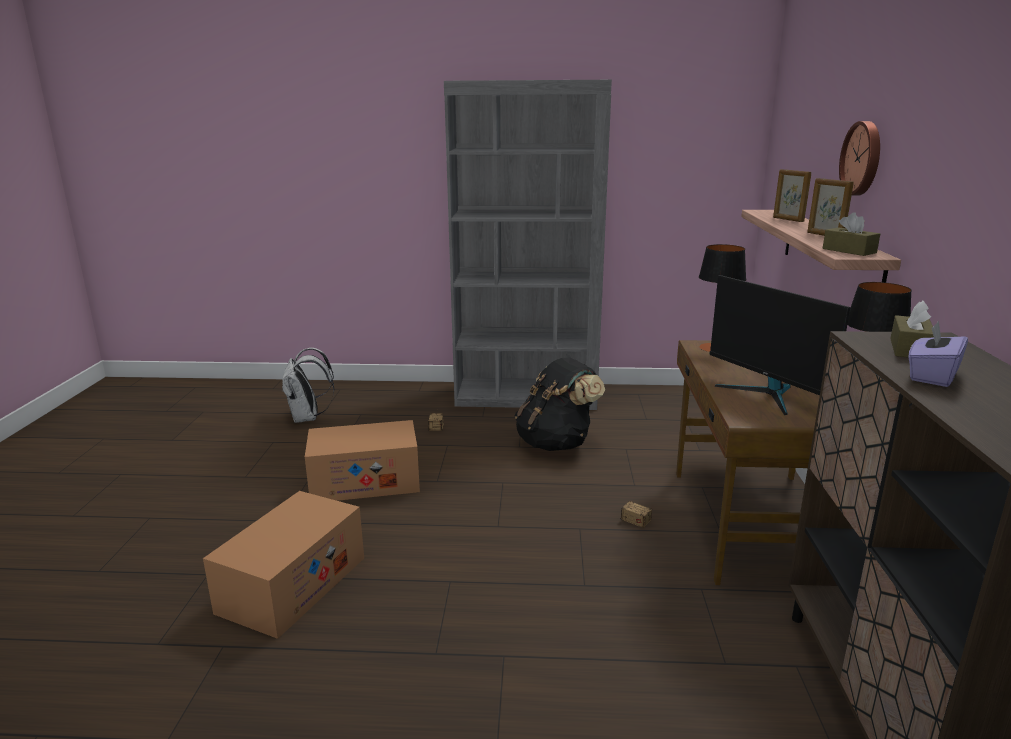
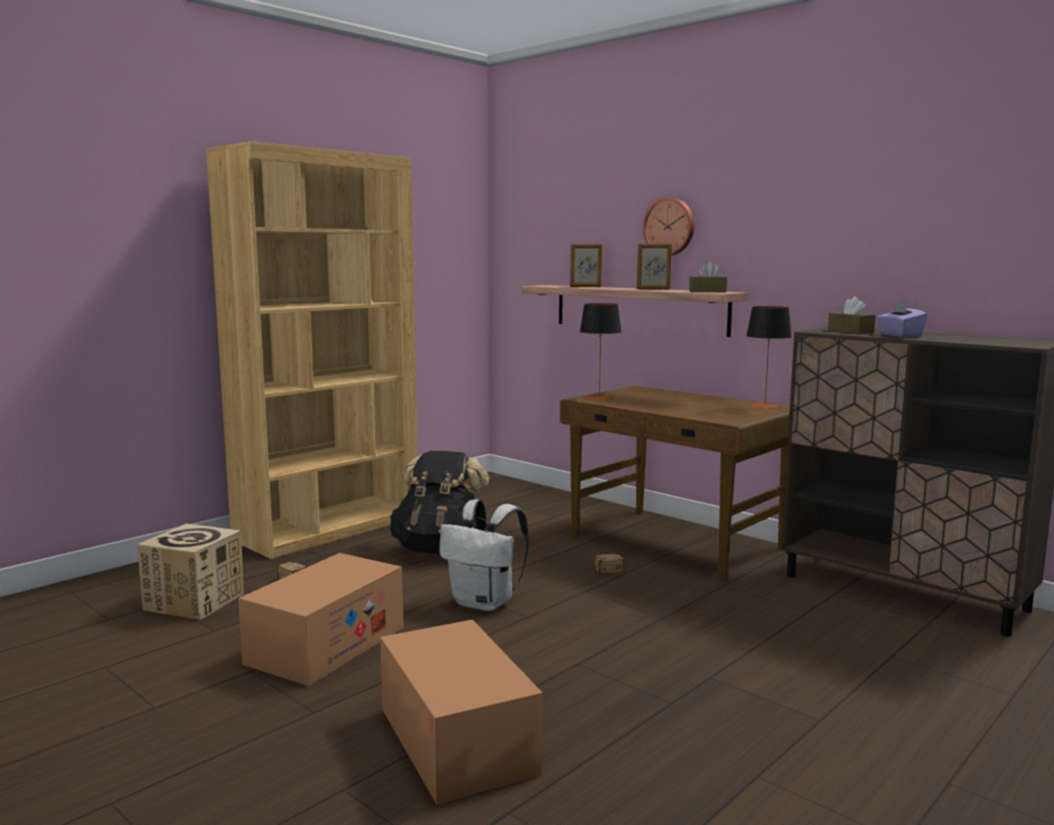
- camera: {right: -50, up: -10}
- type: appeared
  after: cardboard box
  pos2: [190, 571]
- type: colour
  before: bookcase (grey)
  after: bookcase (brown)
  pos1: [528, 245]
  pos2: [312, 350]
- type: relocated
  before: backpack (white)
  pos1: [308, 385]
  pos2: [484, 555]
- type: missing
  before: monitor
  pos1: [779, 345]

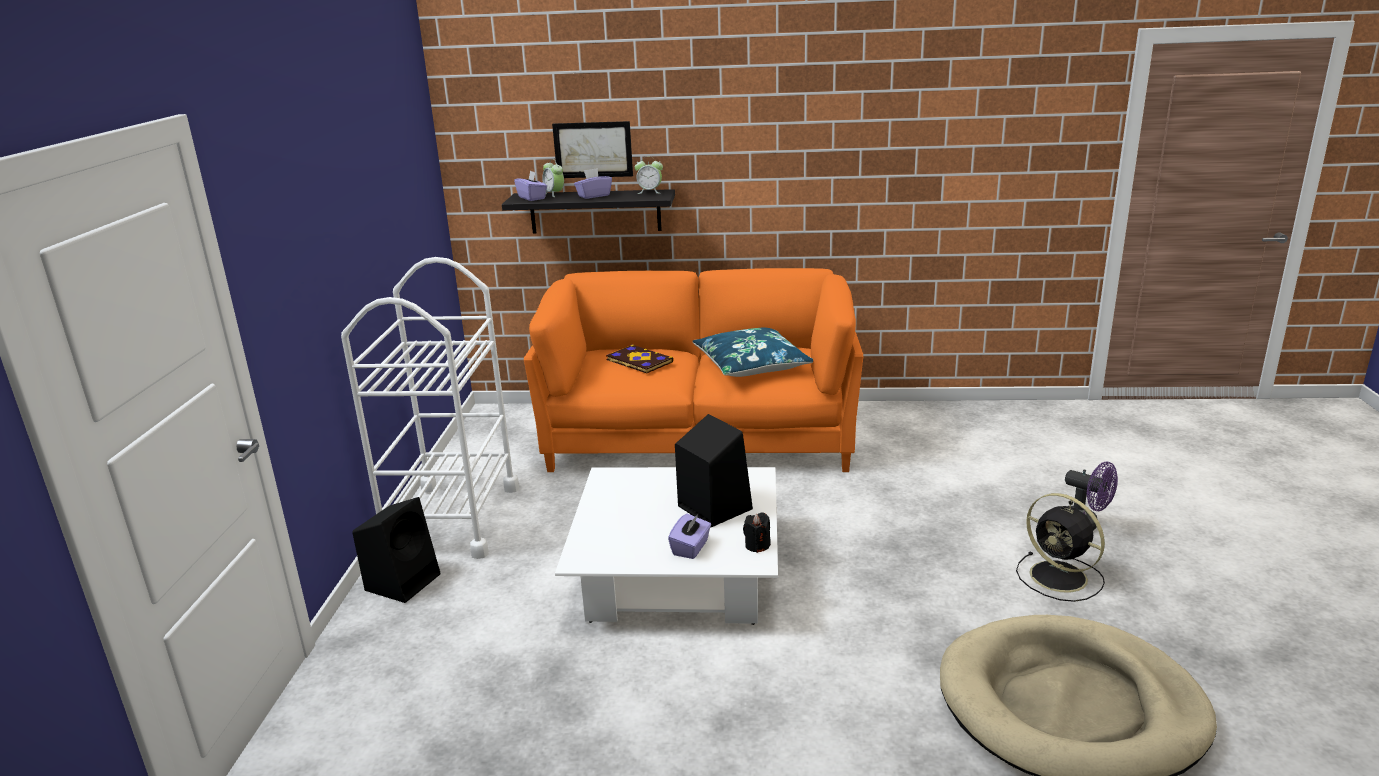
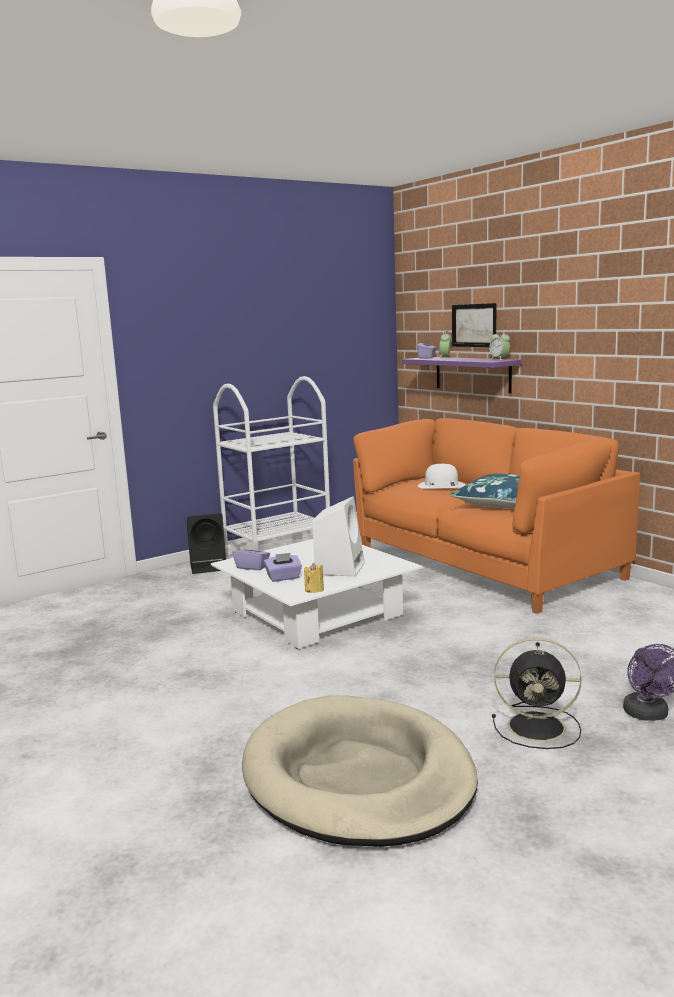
- camera: {right: 50, up: -10}
- type: relocated
  before: tissue box (purple)
  pos1: [593, 183]
  pos2: [251, 555]
- type: colour
  before: candle (black)
  after: candle (yellow)
  pos1: [757, 532]
  pos2: [314, 578]
- type: colour
  before: speaker (black)
  after: speaker (white)
  pos1: [714, 471]
  pos2: [338, 536]
- type: colour
  before: shelf (black)
  after: shelf (purple)
  pos1: [588, 211]
  pos2: [461, 375]
- type: exchanged
  before: book
  after: hat (white)
  pos1: [640, 359]
  pos2: [441, 476]
- type: spun
  before: fan (black)
  pos1: [1060, 547]
  pos2: [537, 693]
  turn: -90

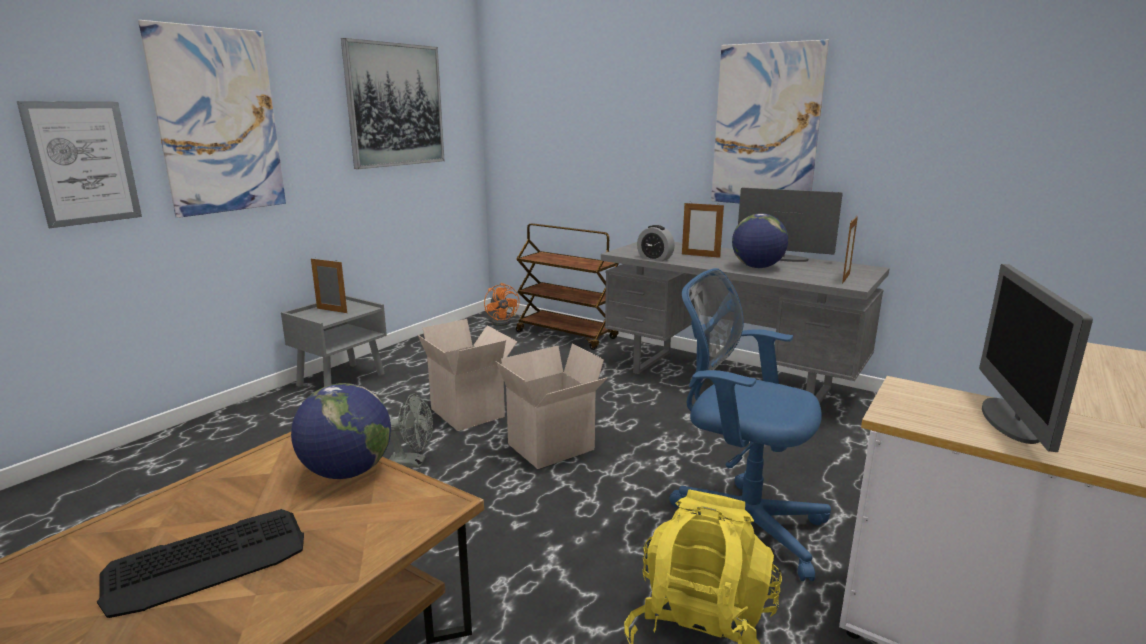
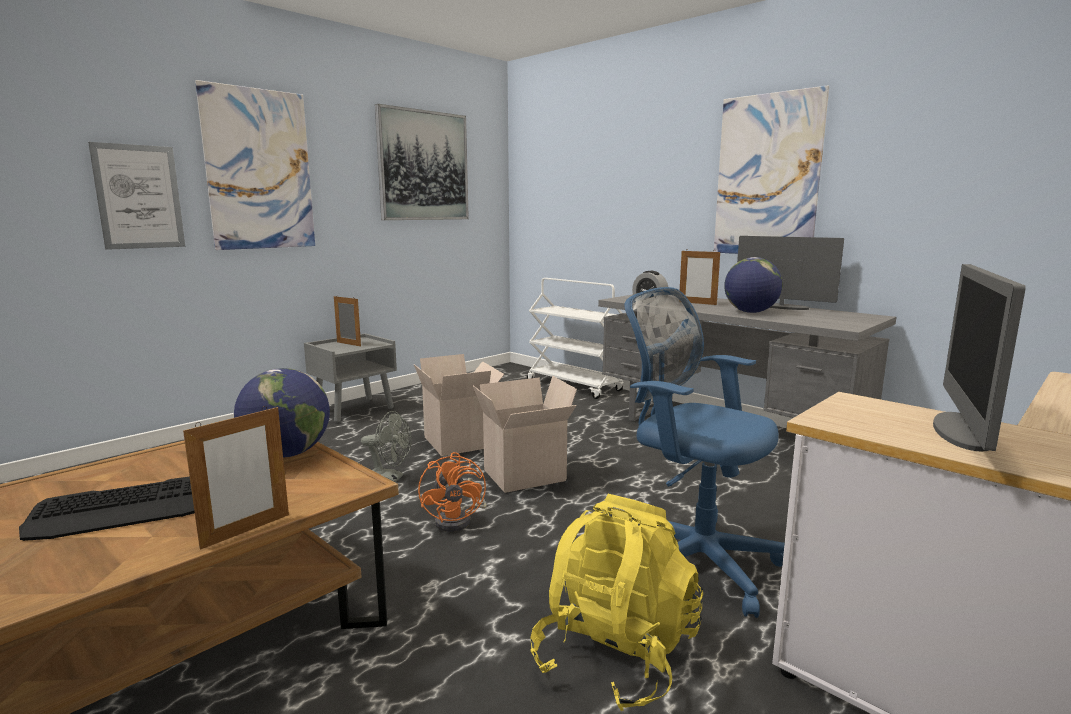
- camera: {right: 10, up: -5}
- type: relocated
  before: picture frame
  pos1: [850, 250]
  pos2: [236, 478]
- type: relocated
  before: fan (orange)
  pos1: [501, 304]
  pos2: [452, 492]
- type: colour
  before: cart (brown)
  after: cart (white)
  pos1: [567, 286]
  pos2: [575, 338]

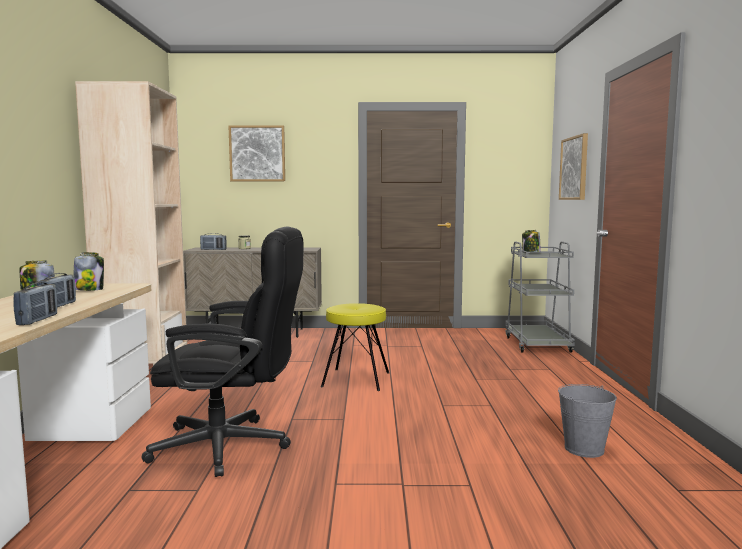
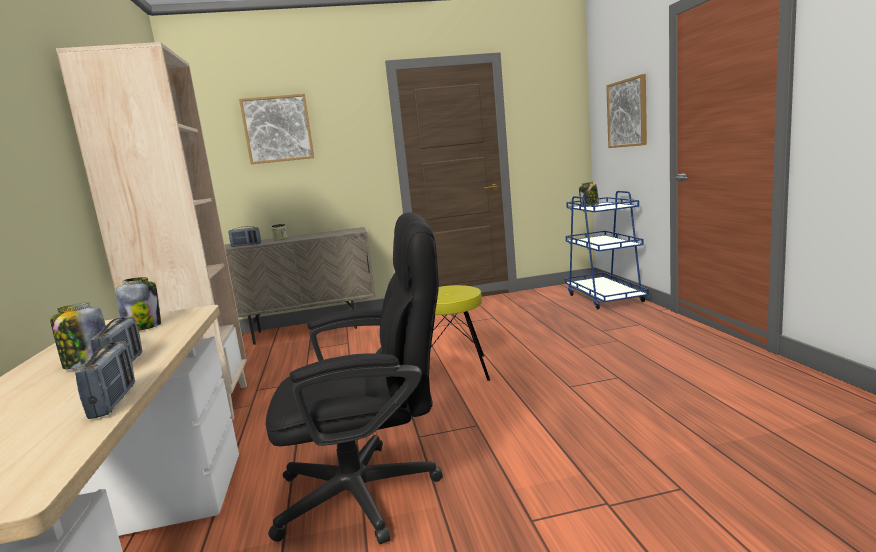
- camera: {right: -10, up: 5}
- type: colour
  before: cart (grey)
  after: cart (blue)
  pos1: [540, 297]
  pos2: [607, 250]
- type: missing
  before: bucket (grey)
  pos1: [587, 421]

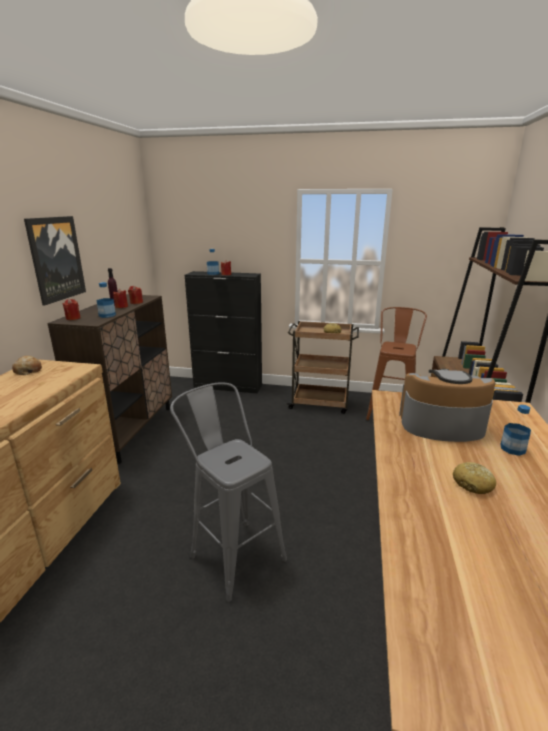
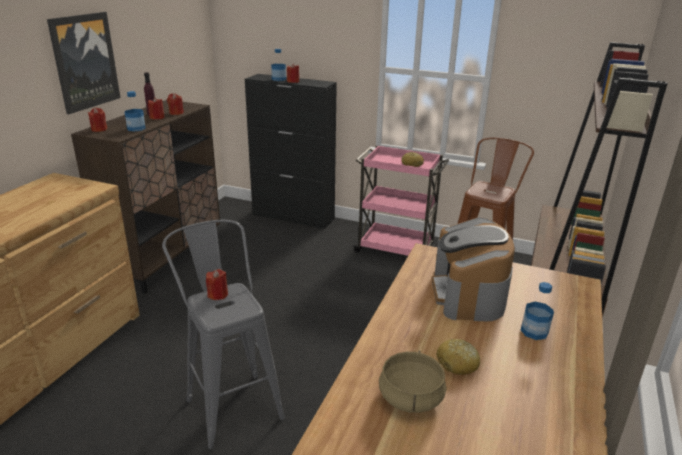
- camera: {right: 10, up: 5}
- type: appeared
  after: candle (red)
  pos2: [217, 284]
- type: colour
  before: cart (brown)
  after: cart (pink)
  pos1: [322, 367]
  pos2: [400, 200]
- type: appeared
  after: cooking pot (beige)
  pos2: [412, 382]
- type: spun
  before: coffee machine
  pos1: [447, 405]
  pos2: [473, 269]
  turn: -105
- type: missing
  before: bread
  pos1: [27, 365]

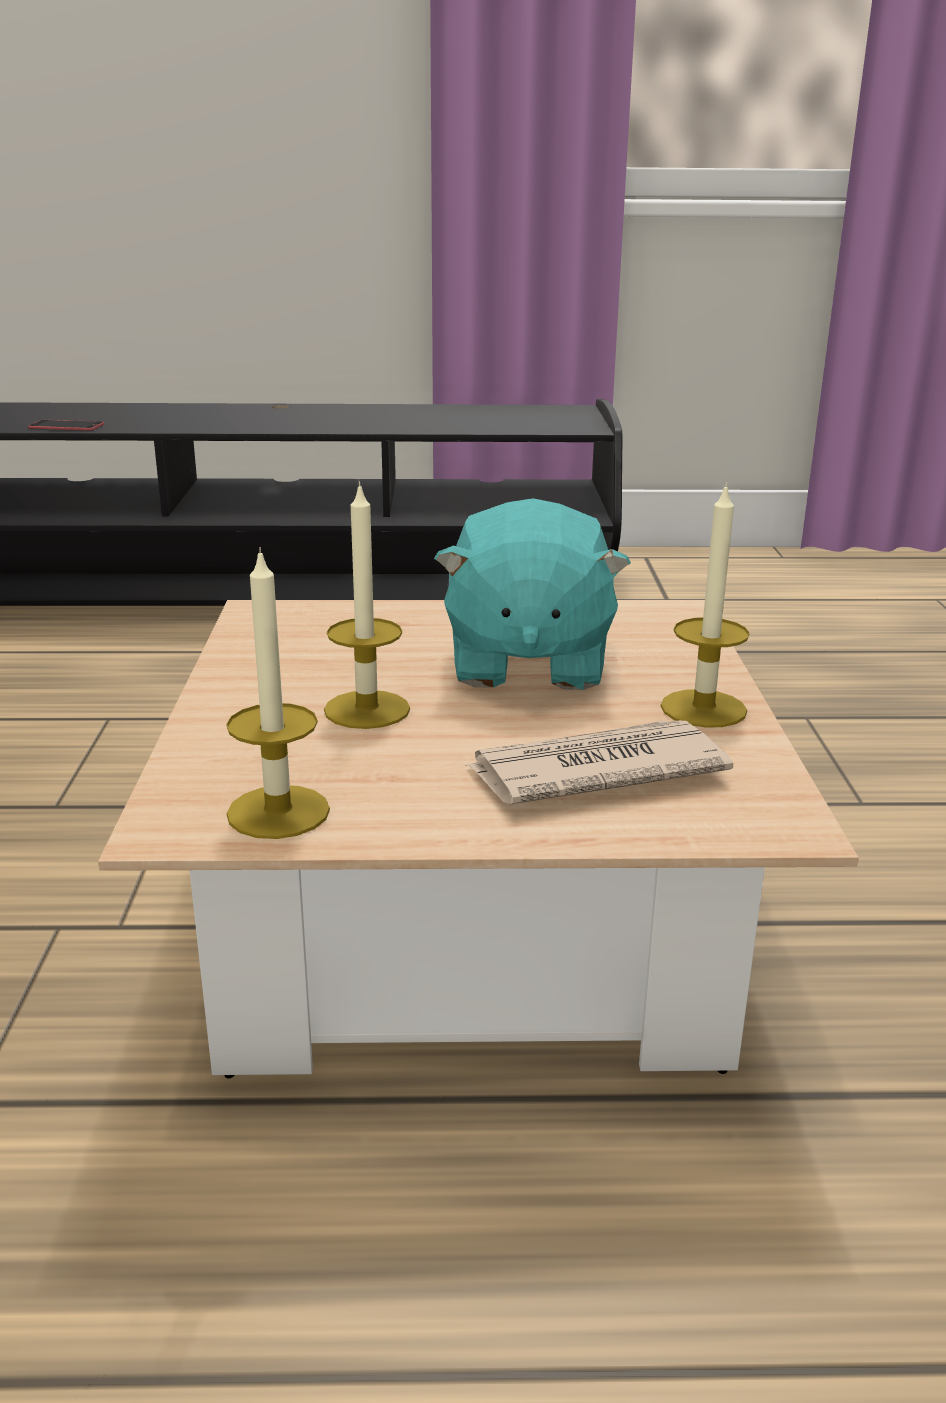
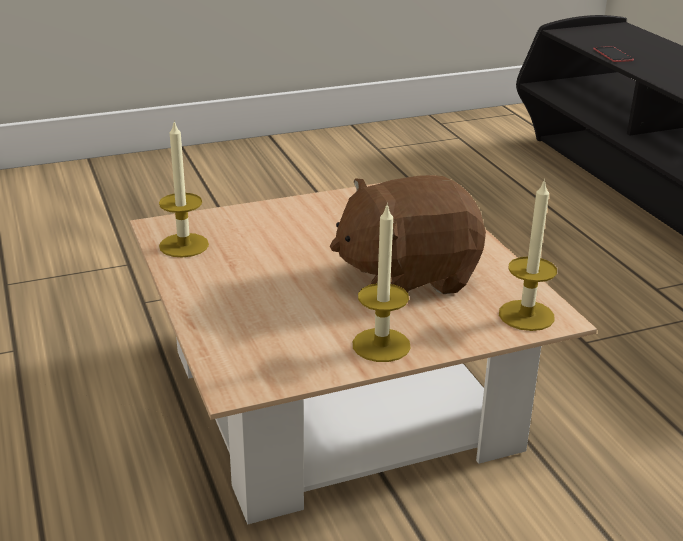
- camera: {right: 70, up: 5}
- type: colour
  before: plush toy (turquoise)
  after: plush toy (brown)
  pos1: [532, 594]
  pos2: [408, 234]
- type: relocated
  before: candle
  pos1: [367, 605]
  pos2: [528, 254]
- type: missing
  before: newspaper
  pos1: [599, 762]

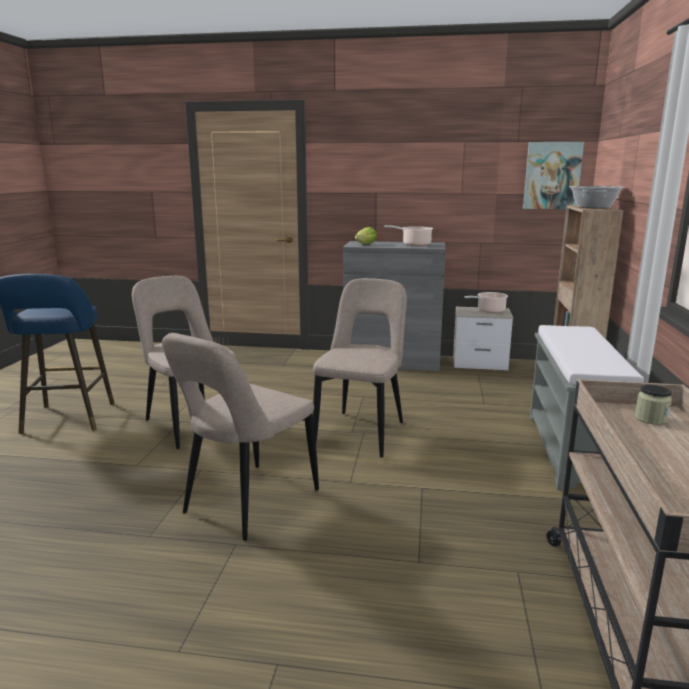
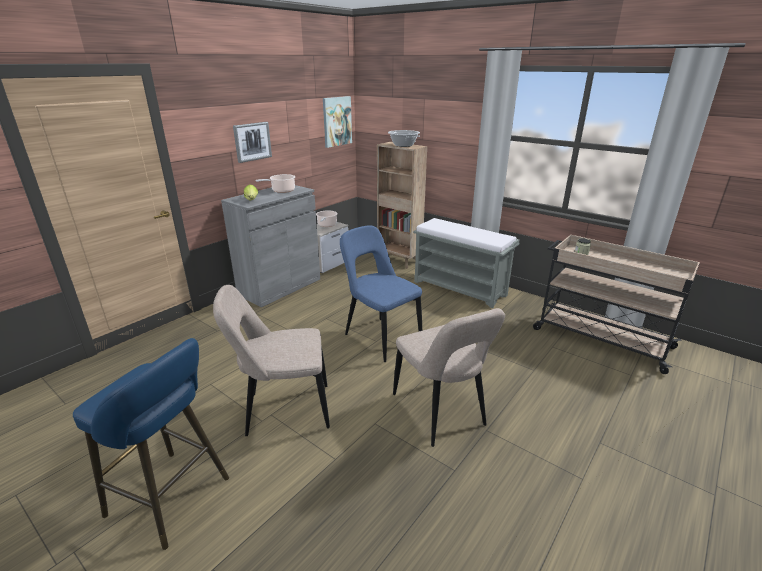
- camera: {right: -60, up: 10}
- type: appeared
  after: picture
  pos2: [252, 142]
- type: colour
  before: chair (beige)
  after: chair (blue)
  pos1: [360, 368]
  pos2: [381, 293]

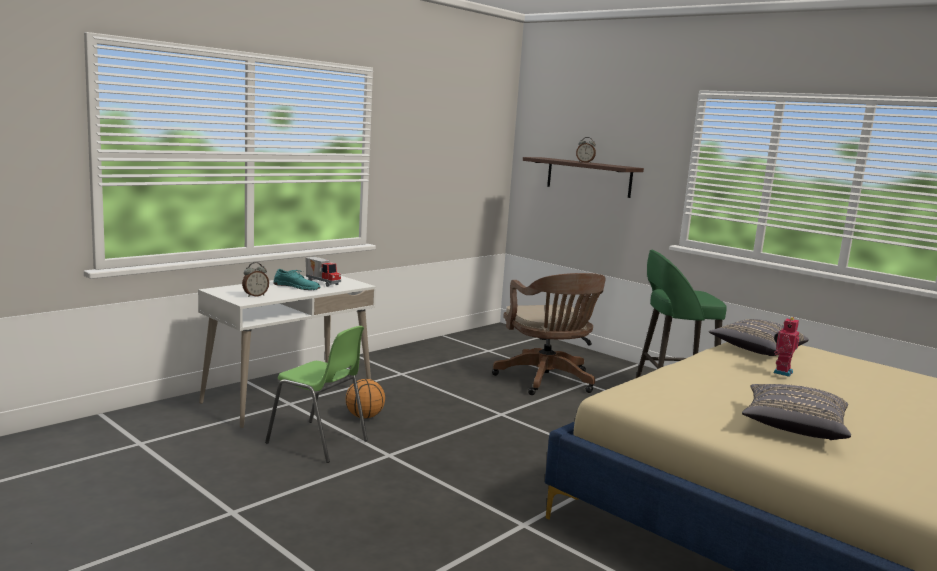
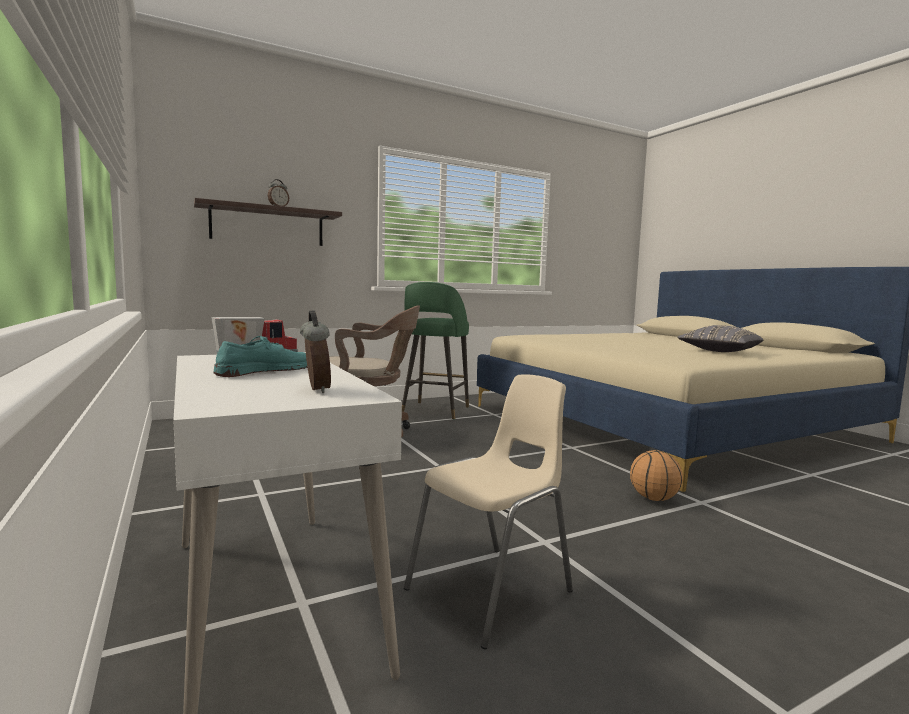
- camera: {right: -70, up: -5}
- type: colour
  before: chair (green)
  after: chair (beige)
  pos1: [316, 394]
  pos2: [488, 511]
- type: relocated
  before: basketball
  pos1: [365, 399]
  pos2: [656, 475]
- type: missing
  before: pillow (grey)
  pos1: [759, 337]
- type: missing
  before: toy robot
  pos1: [786, 347]

